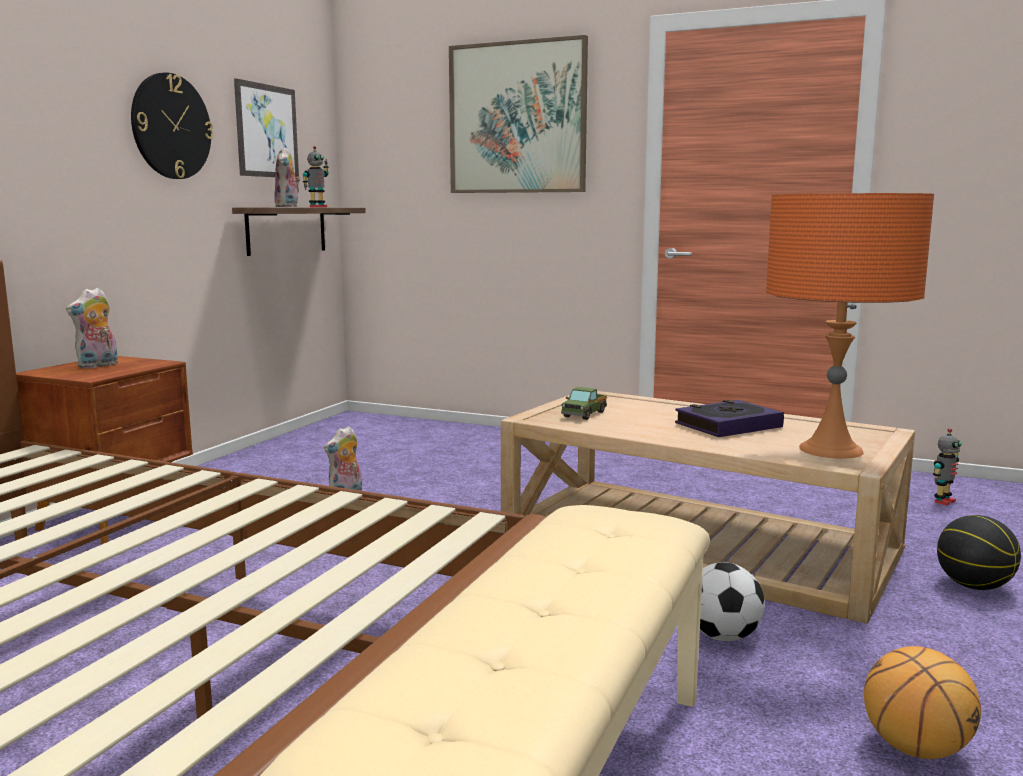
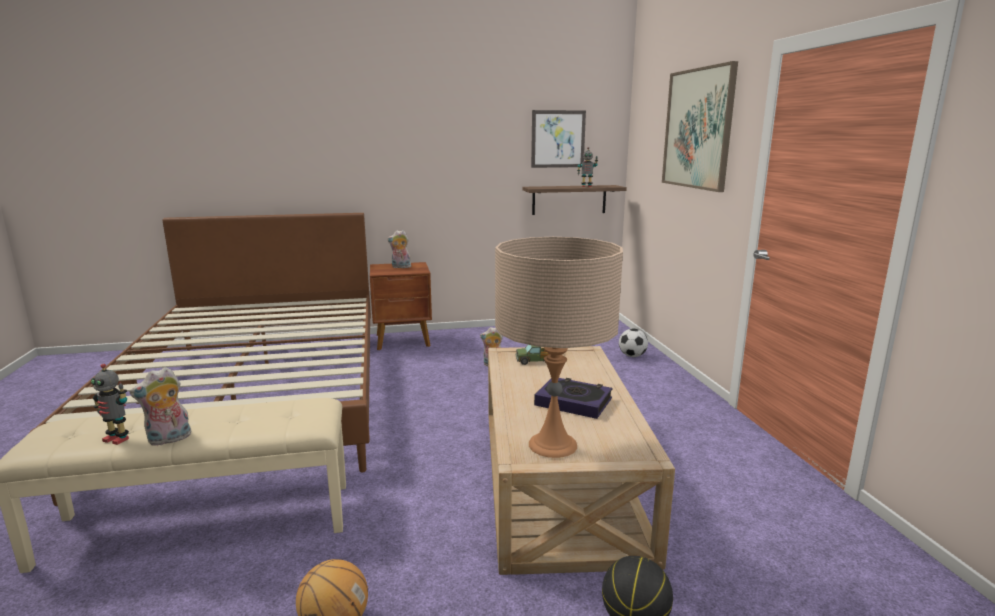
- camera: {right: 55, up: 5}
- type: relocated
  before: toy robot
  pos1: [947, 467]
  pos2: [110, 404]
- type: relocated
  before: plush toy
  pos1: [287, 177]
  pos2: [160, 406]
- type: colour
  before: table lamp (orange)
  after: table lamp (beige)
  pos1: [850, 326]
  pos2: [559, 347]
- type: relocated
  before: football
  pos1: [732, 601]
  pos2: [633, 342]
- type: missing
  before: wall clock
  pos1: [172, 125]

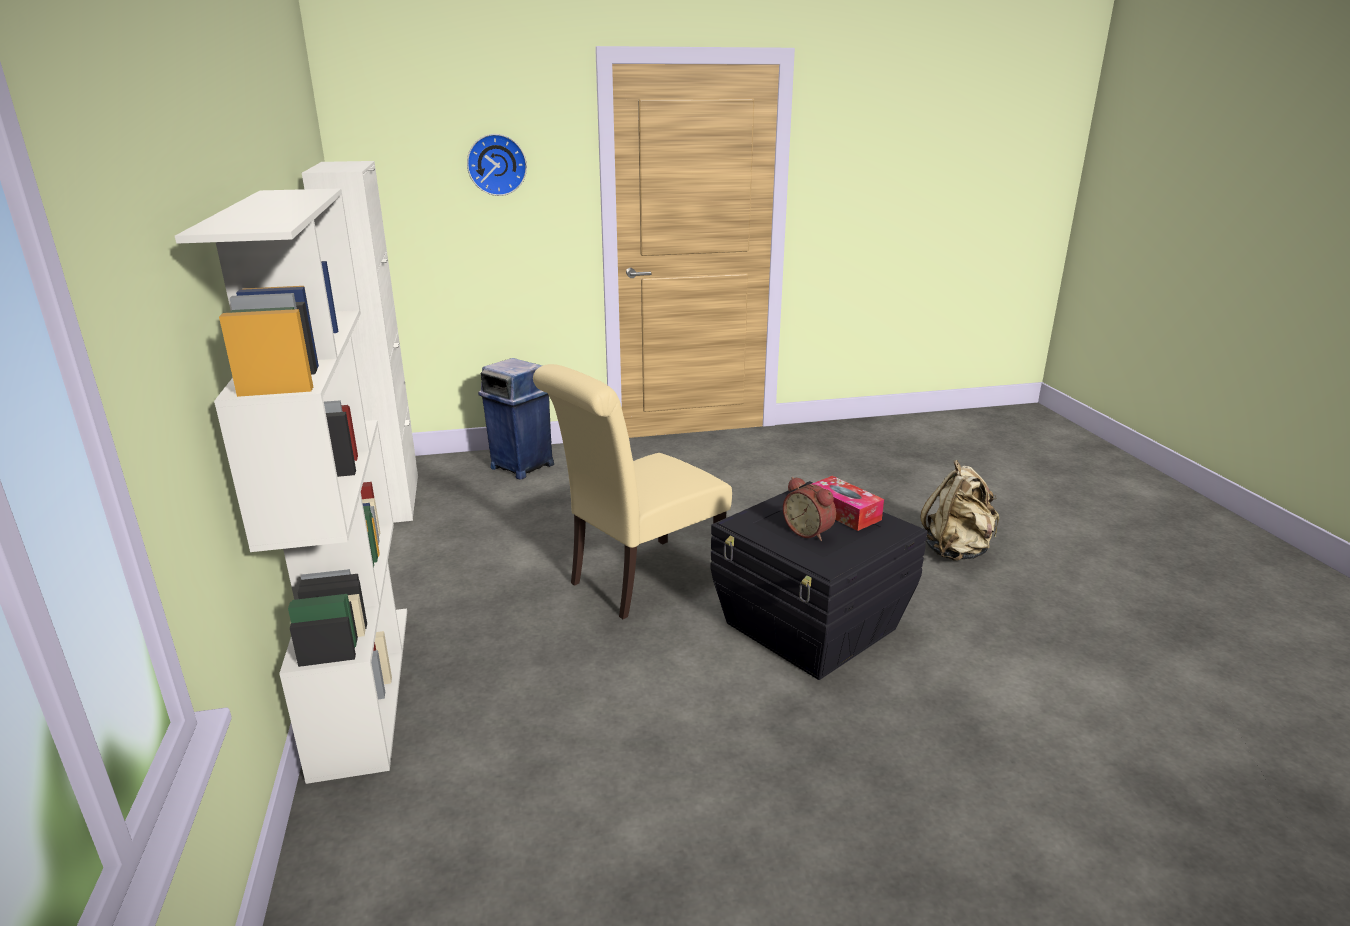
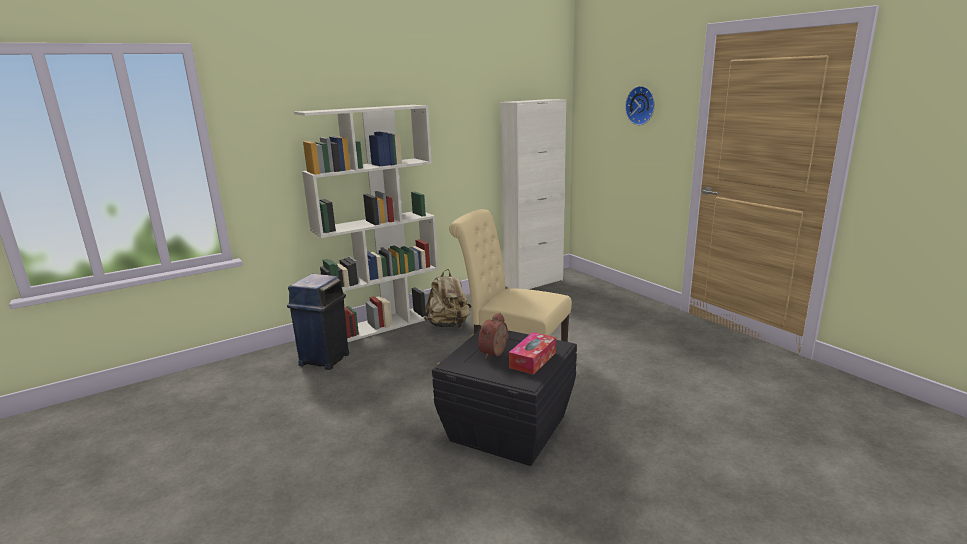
- camera: {right: 70, up: -5}
- type: relocated
  before: trash can (blue)
  pos1: [516, 419]
  pos2: [318, 322]
- type: relocated
  before: backpack (beige)
  pos1: [959, 510]
  pos2: [447, 298]

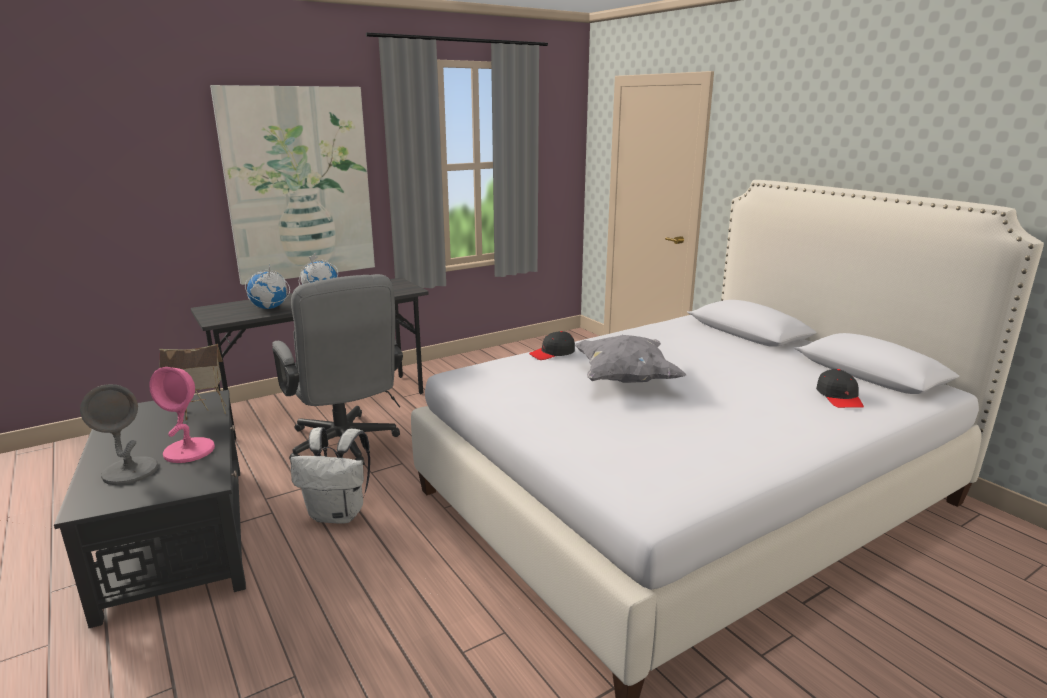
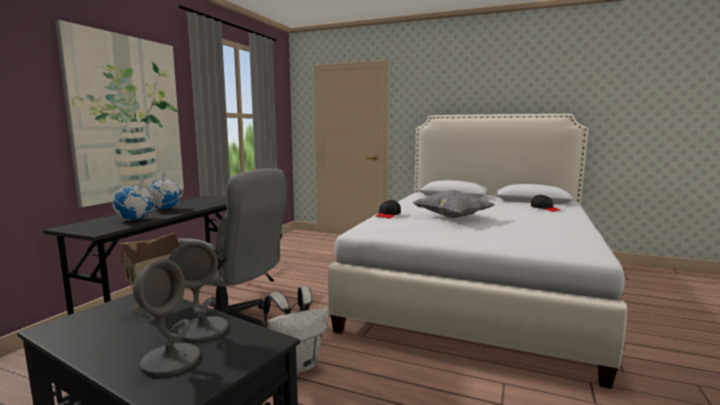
- camera: {right: -35, up: -10}
- type: colour
  before: table lamp (pink)
  after: table lamp (grey)
  pos1: [182, 415]
  pos2: [198, 291]

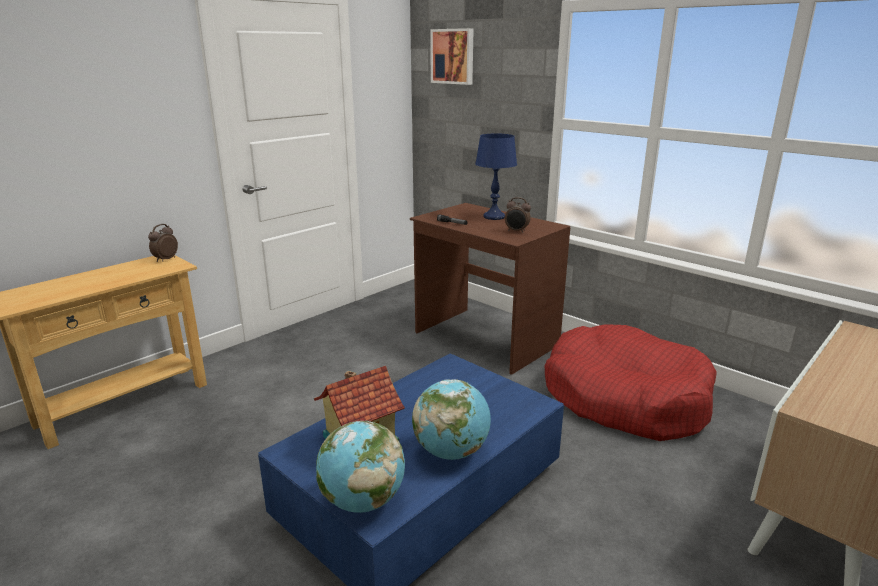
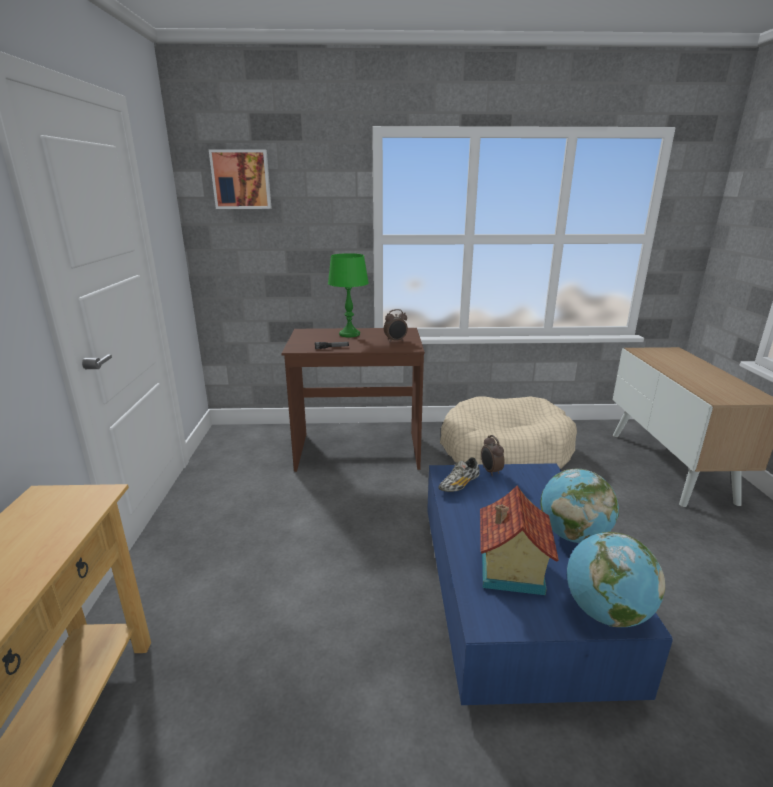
- camera: {right: -45, up: 0}
- type: colour
  before: table lamp (blue)
  after: table lamp (green)
  pos1: [496, 177]
  pos2: [348, 295]
- type: appeared
  after: shoe
  pos2: [459, 474]
- type: colour
  before: dog bed (red)
  after: dog bed (beige)
  pos1: [631, 382]
  pos2: [508, 432]
- type: relocated
  before: alarm clock
  pos1: [163, 243]
  pos2: [493, 455]

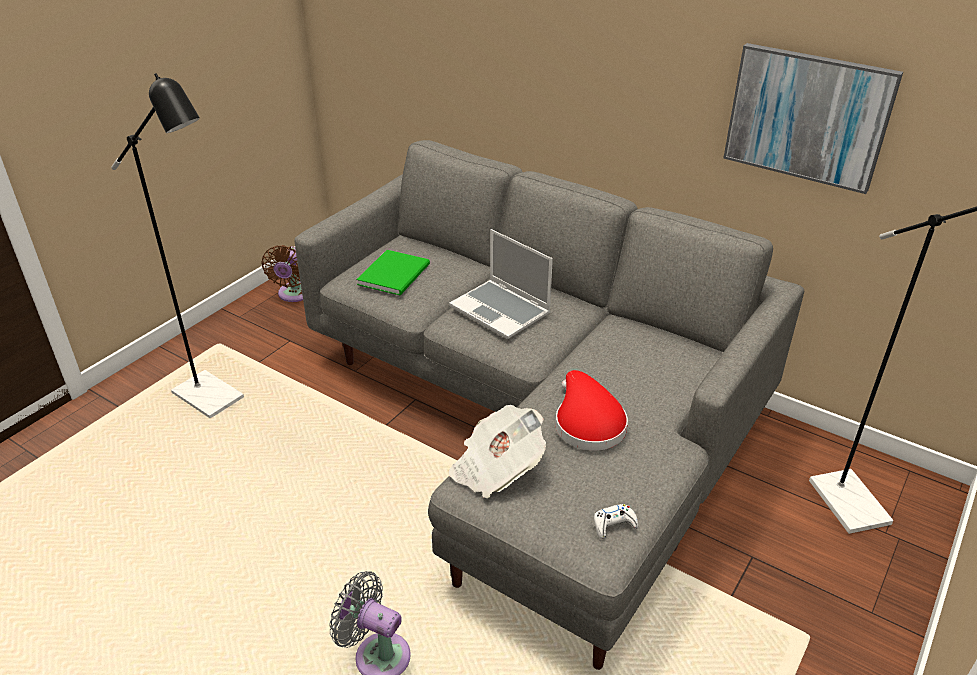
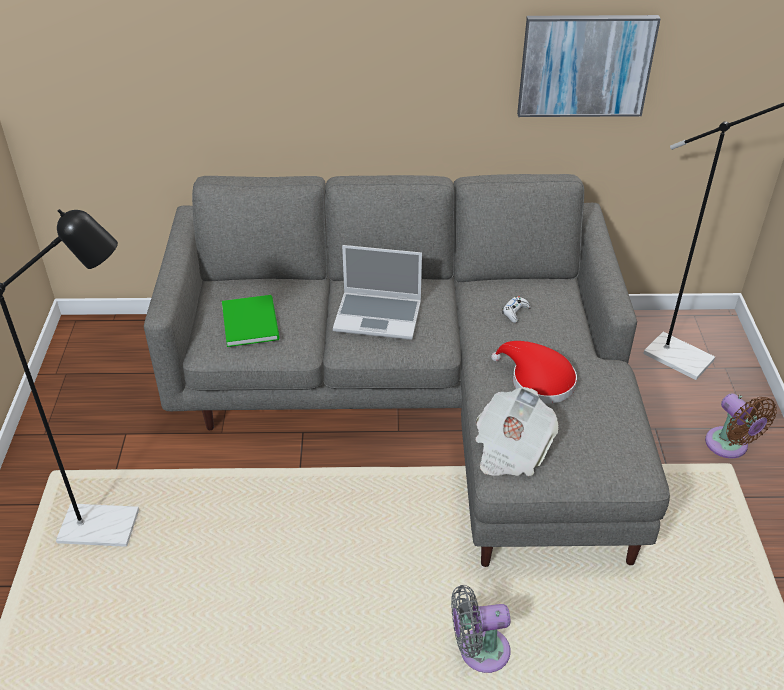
- camera: {right: -35, up: 5}
- type: relocated
  before: game controller (white)
  pos1: [616, 521]
  pos2: [516, 309]
- type: relocated
  before: fan (brown)
  pos1: [282, 273]
  pos2: [741, 425]

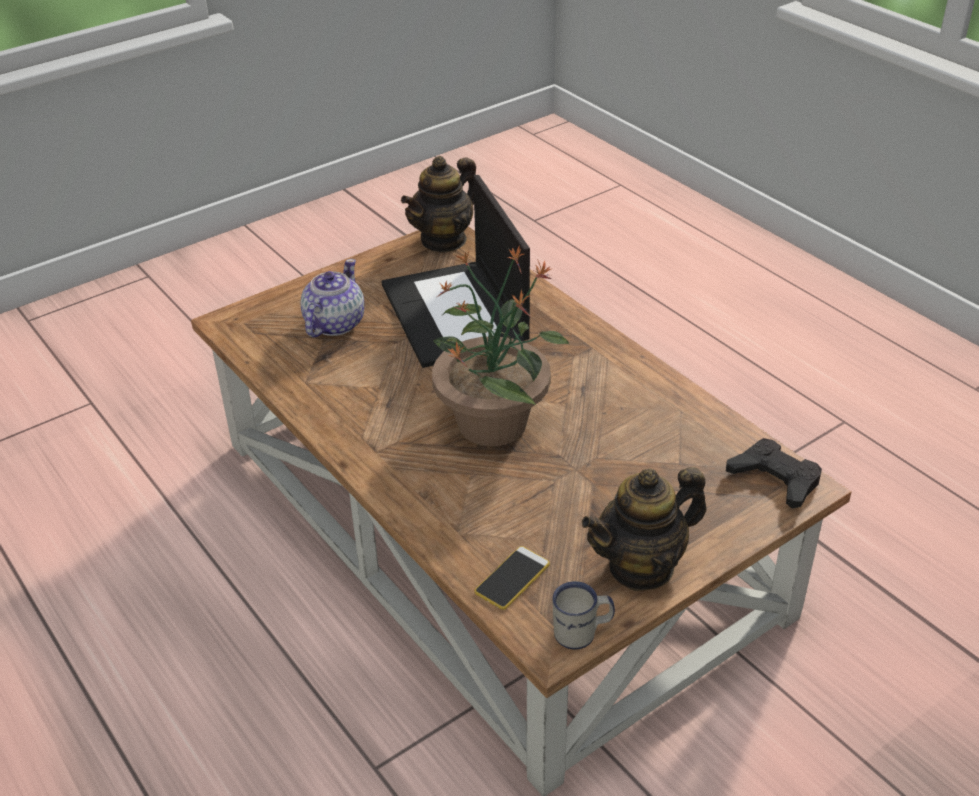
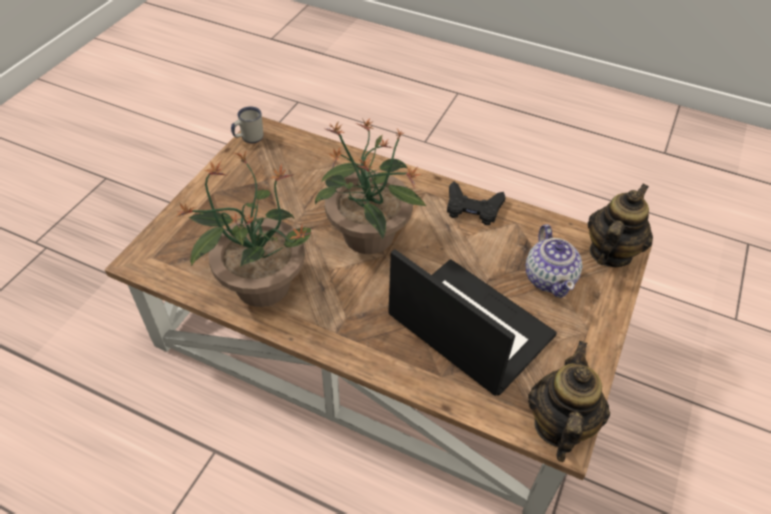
- camera: {right: 150, up: 10}
- type: appeared
  after: potted plant
  pos2: [245, 228]
- type: relocated
  before: game controller (black)
  pos1: [774, 473]
  pos2: [476, 203]
- type: relocated
  before: teapot
  pos1: [644, 529]
  pos2: [620, 225]
- type: missing
  before: phone
  pos1: [512, 578]

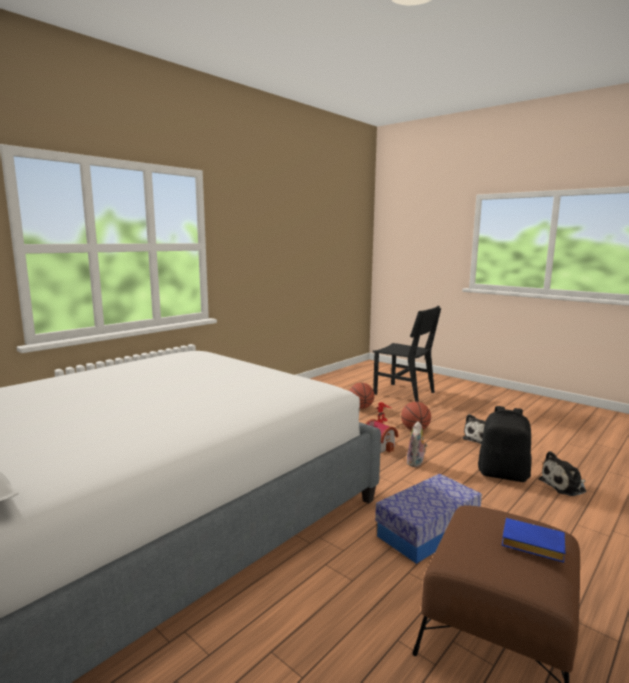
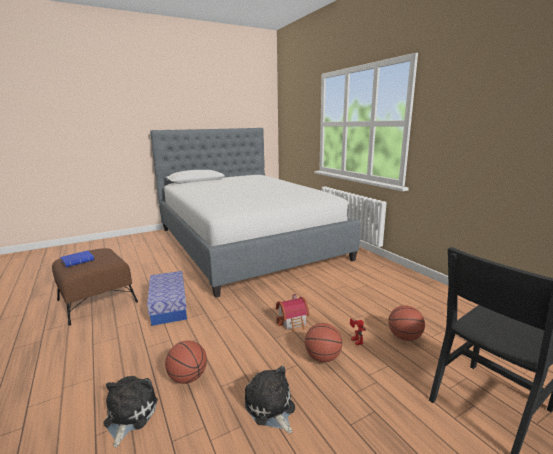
- camera: {right: 110, up: 5}
- type: exchanged
  before: backpack (black)
  after: basketball
  pos1: [505, 444]
  pos2: [186, 362]
- type: missing
  before: plush toy
  pos1: [417, 444]

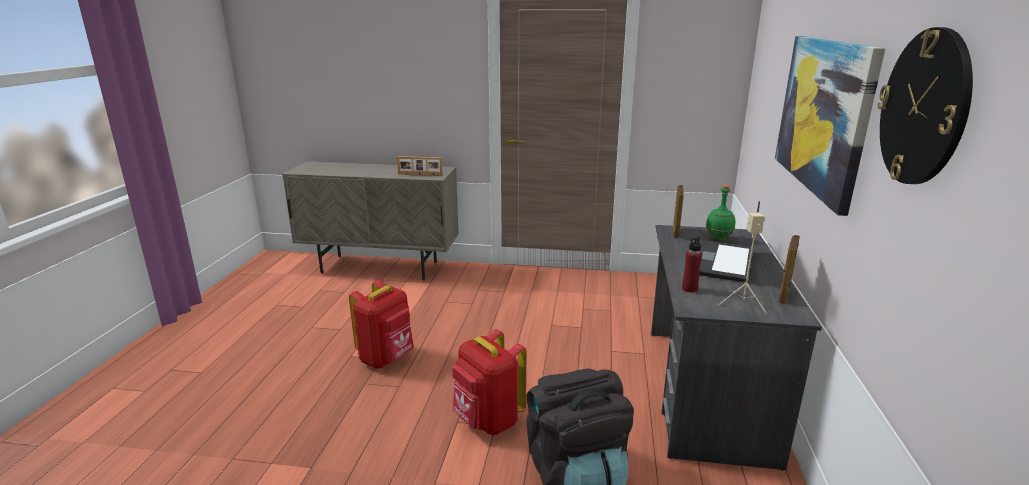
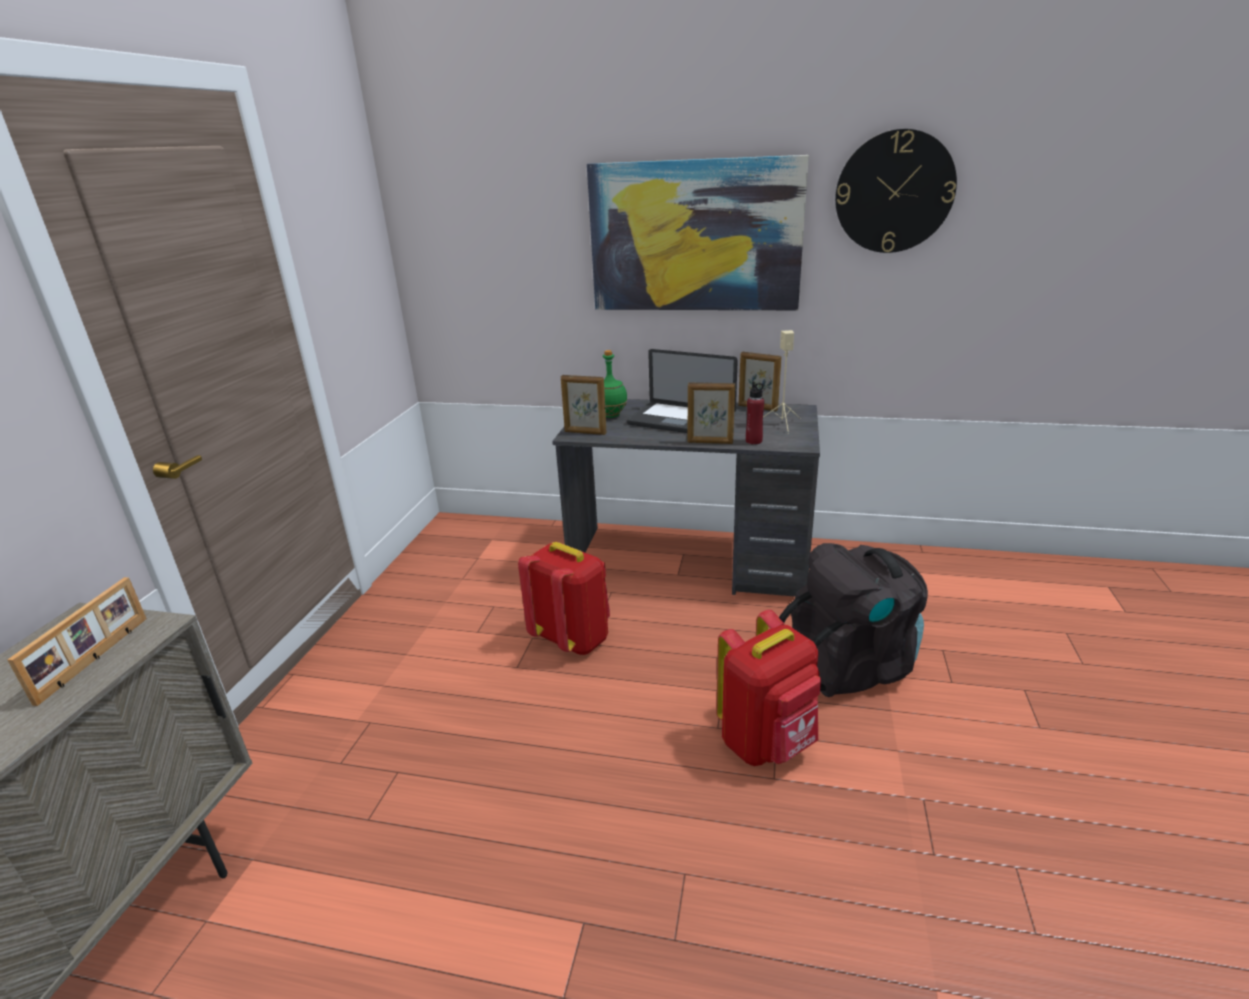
- camera: {right: -85, up: 5}
- type: relocated
  before: backpack (red)
  pos1: [381, 324]
  pos2: [564, 598]
- type: appeared
  after: picture frame
  pos2: [711, 413]

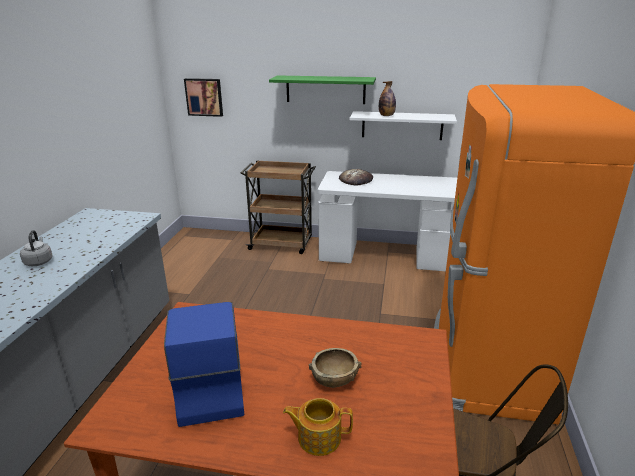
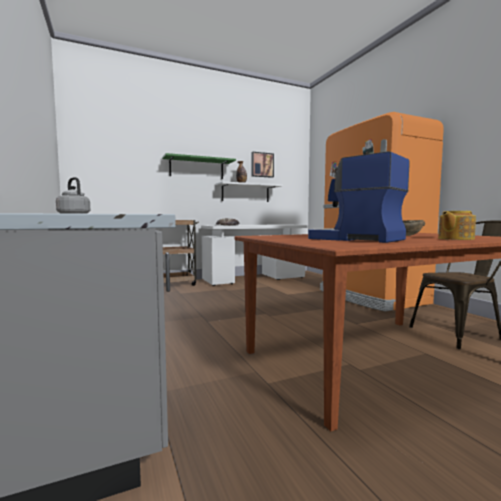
- camera: {right: -35, up: -20}
- type: relocated
  before: picture
  pos1: [203, 97]
  pos2: [263, 165]

